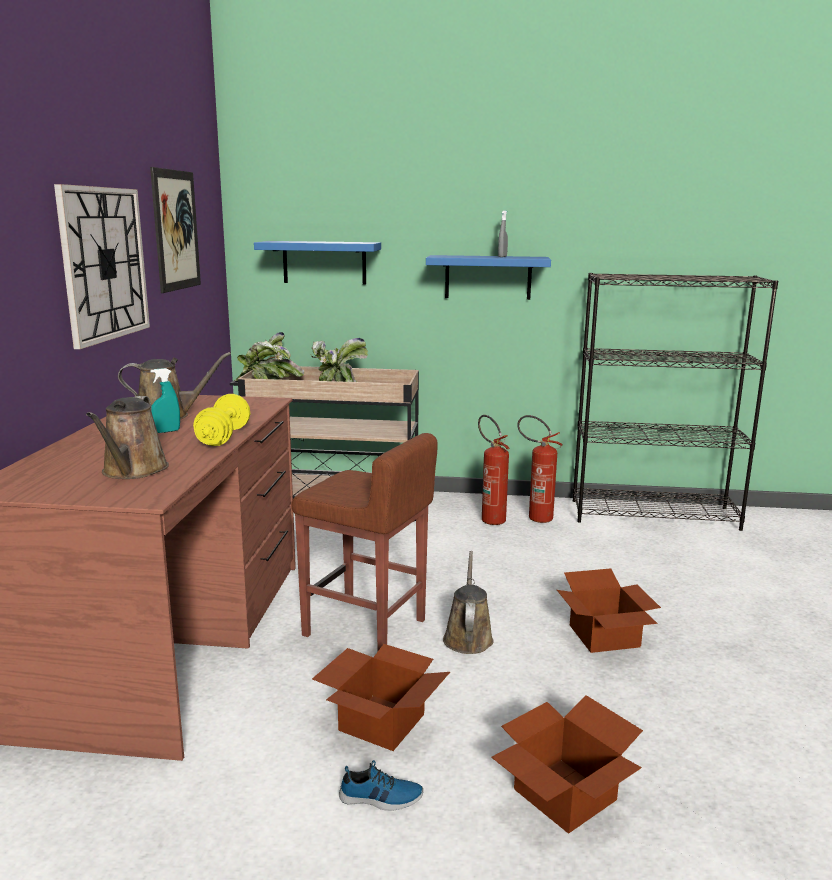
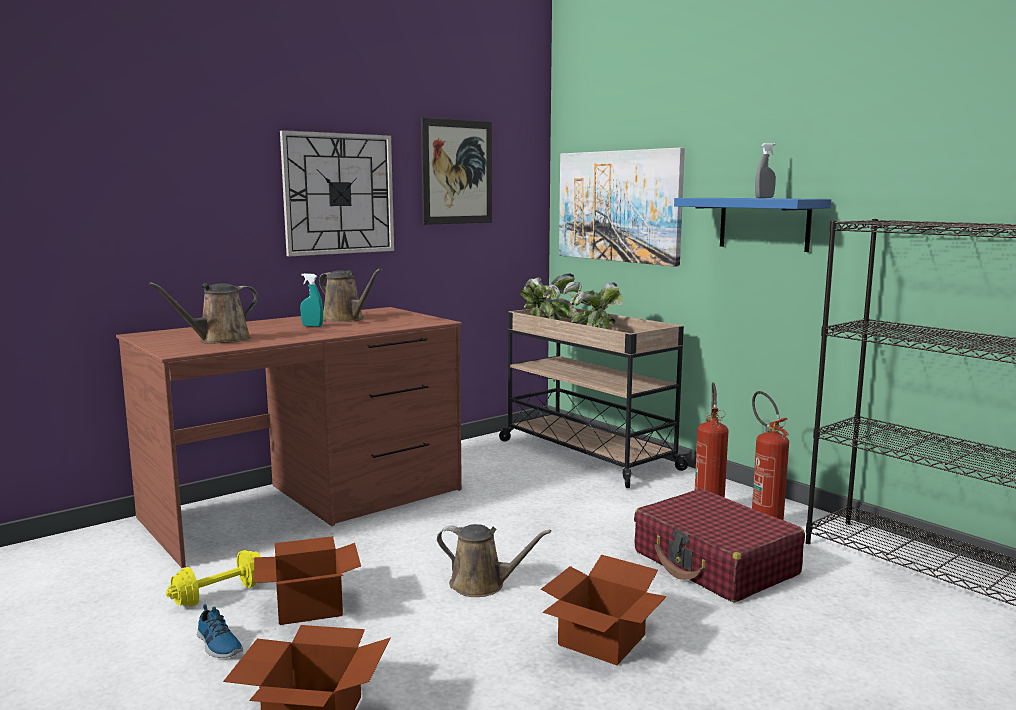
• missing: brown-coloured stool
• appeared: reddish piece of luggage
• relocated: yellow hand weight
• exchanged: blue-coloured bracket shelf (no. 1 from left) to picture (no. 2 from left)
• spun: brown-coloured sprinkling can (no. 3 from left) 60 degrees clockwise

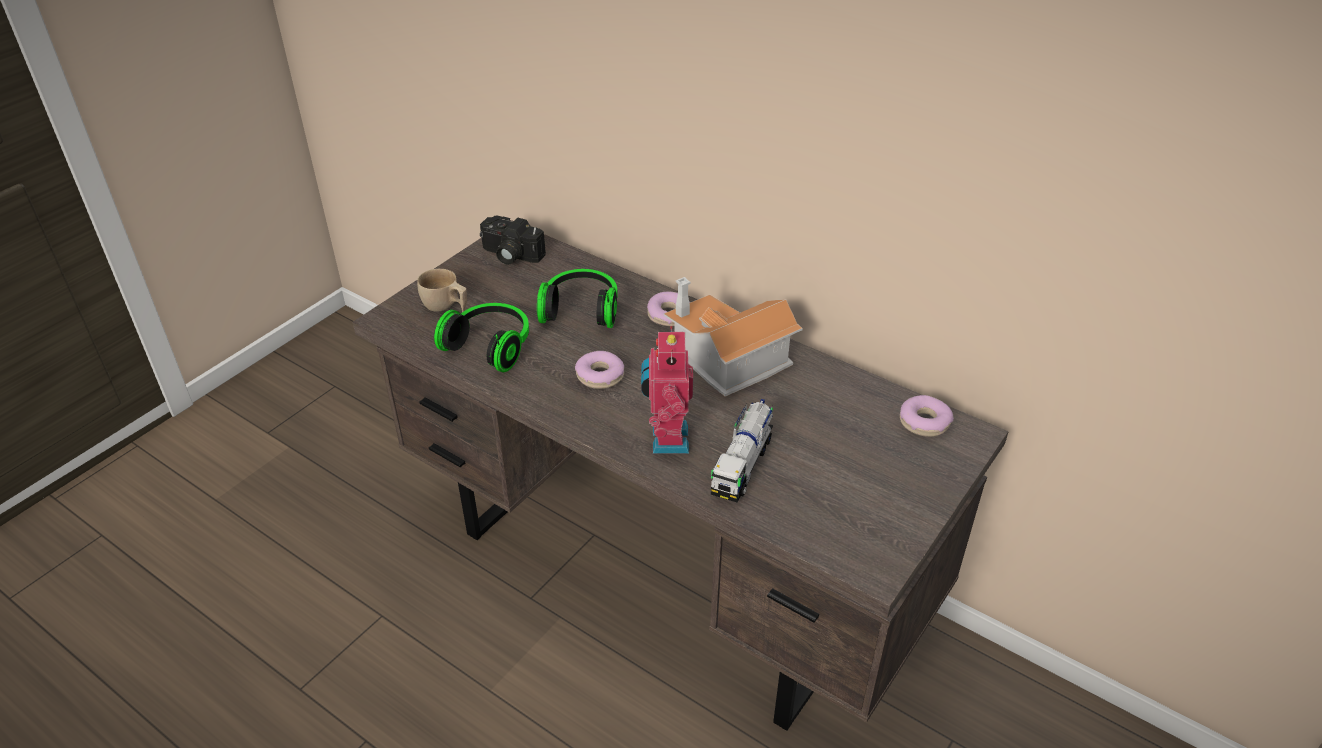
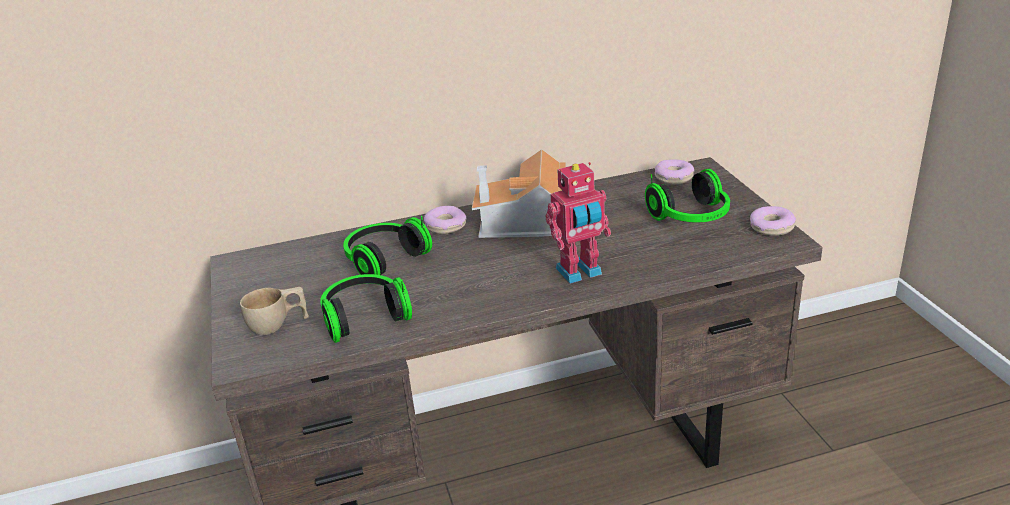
• missing: still camera
• missing: toy lorry
• appeared: pair of headphones (no. 3 from left)
• relocated: doughnut (no. 1 from left in the first image) to doughnut (no. 3 from left)
• spun: toy robot 60 degrees counterclockwise

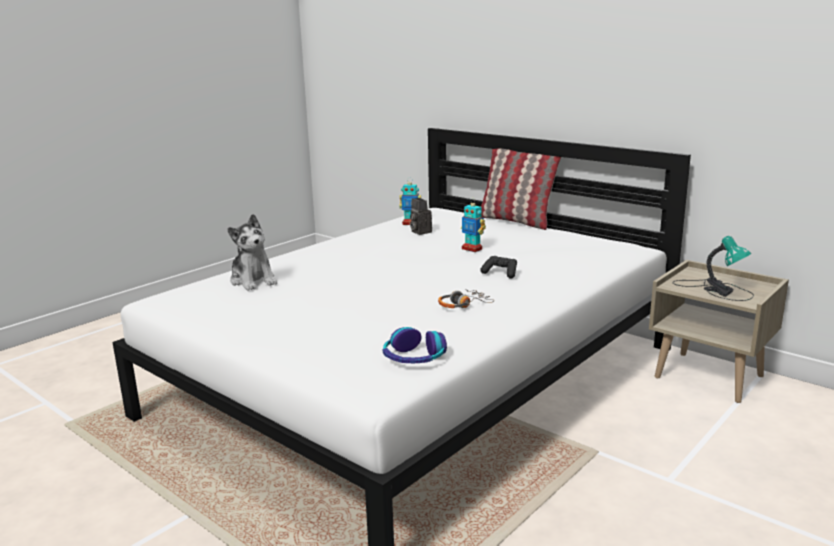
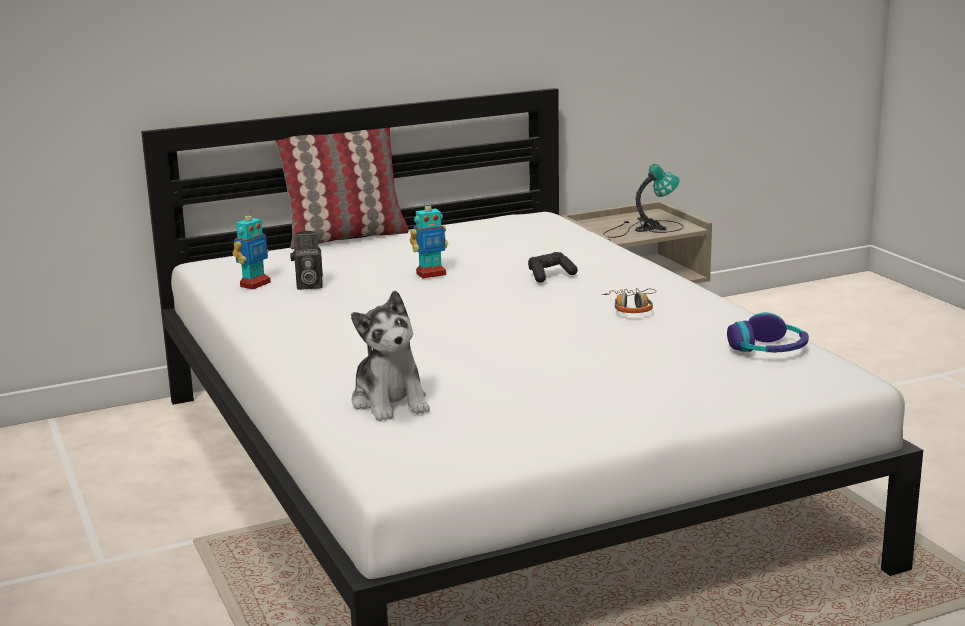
• spun: plush toy 75 degrees clockwise

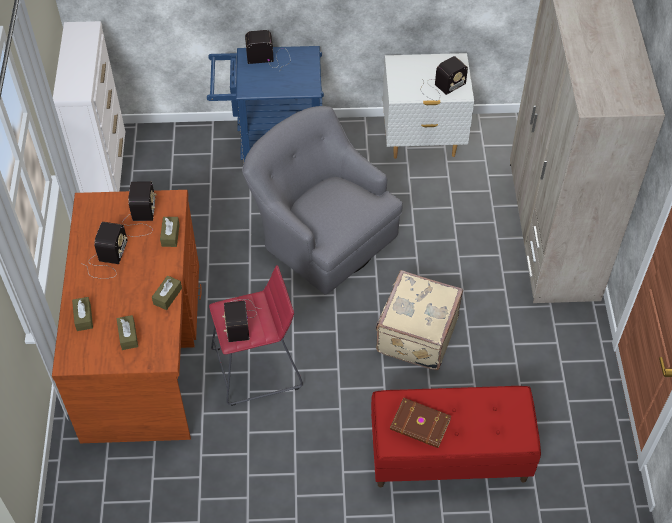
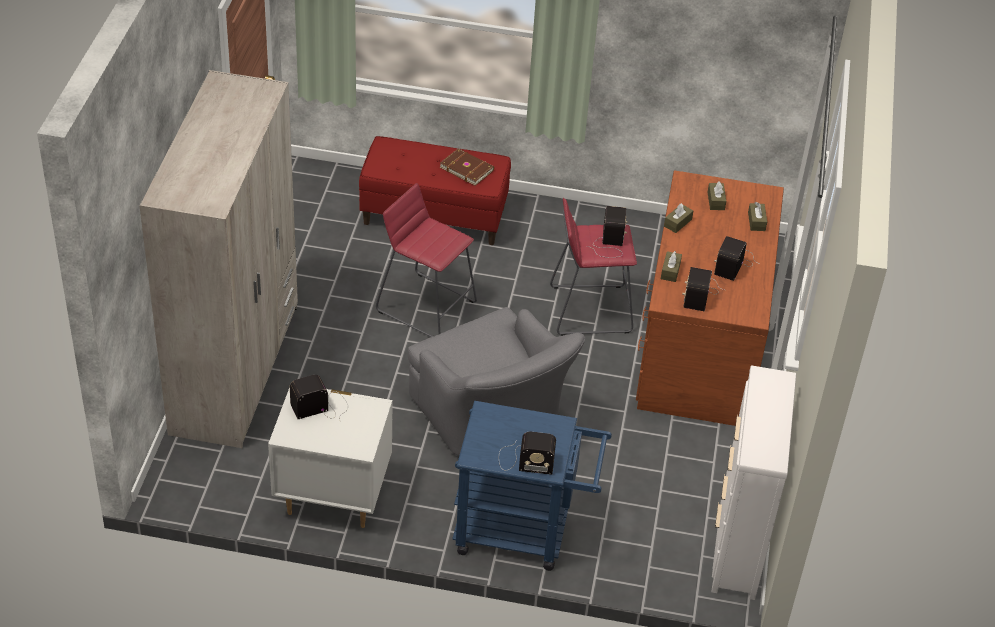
• exchanged: beige piece of luggage to reddish stool (no. 1 from left)

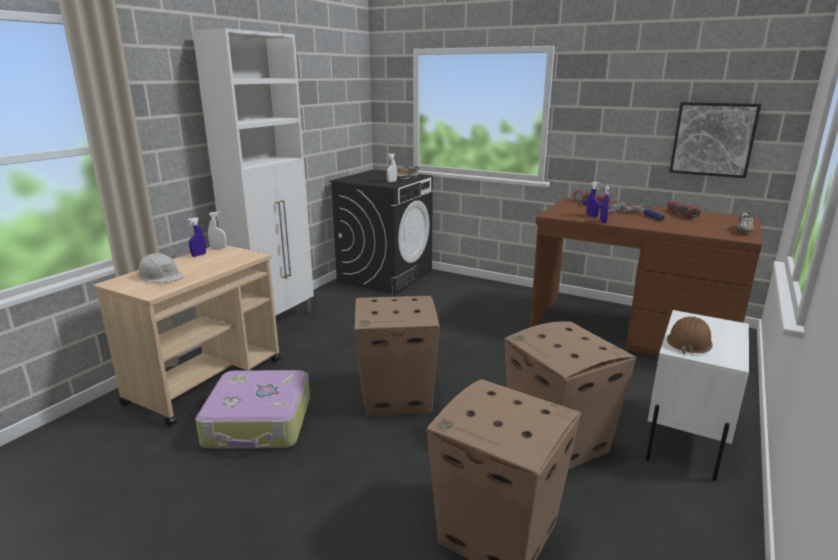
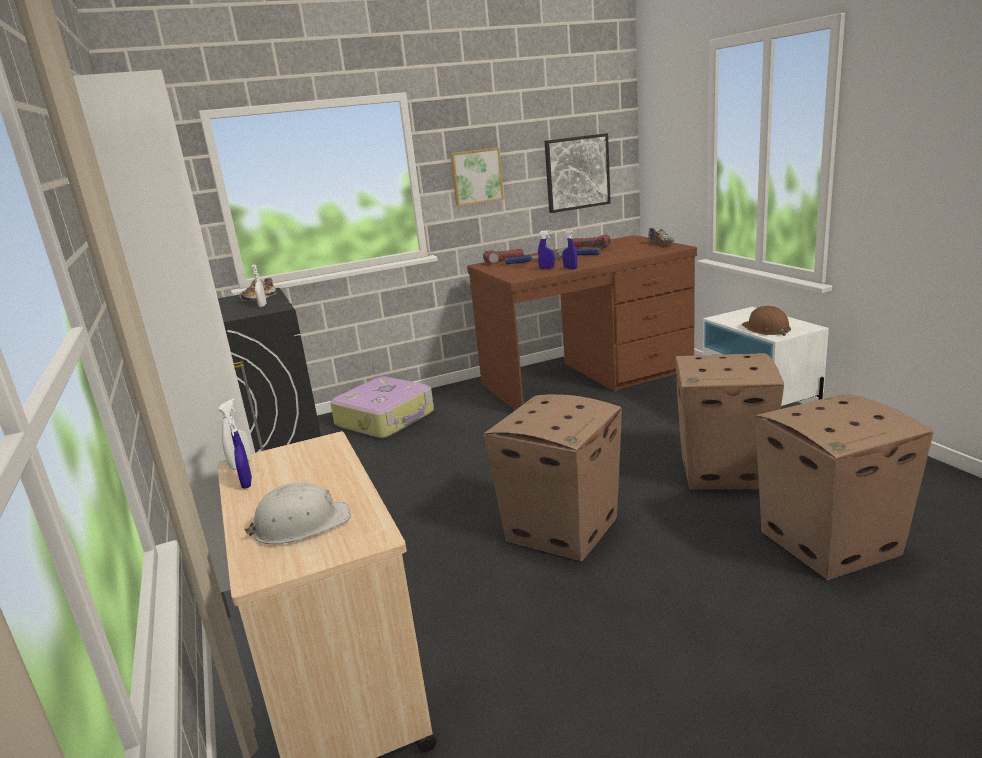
• appeared: picture (no. 1 from left)
• relocated: piece of luggage

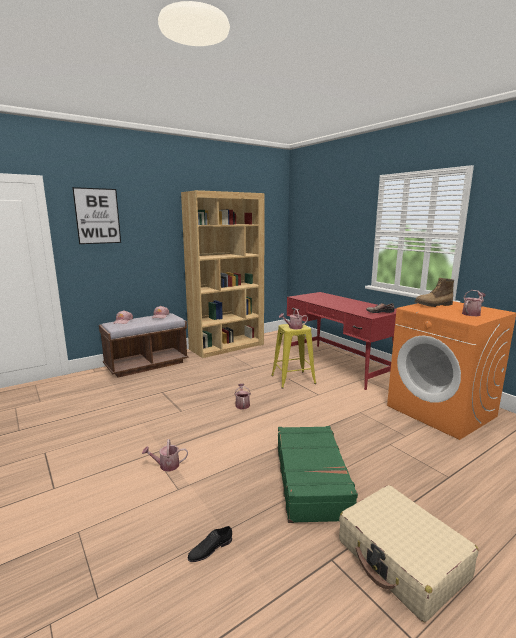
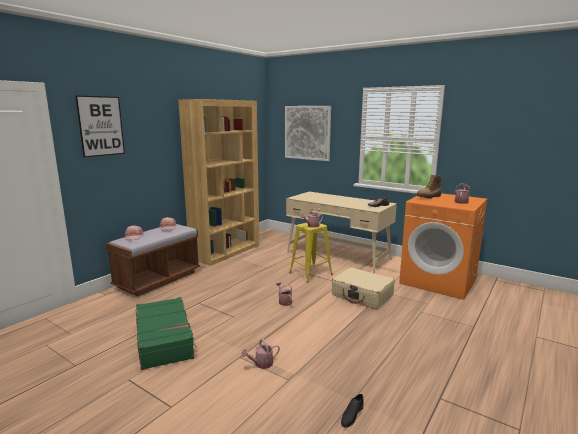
• appeared: picture (no. 2 from left)
• relocated: greenish piece of luggage
• relocated: beige piece of luggage
• colour: reddish desk to beige desk

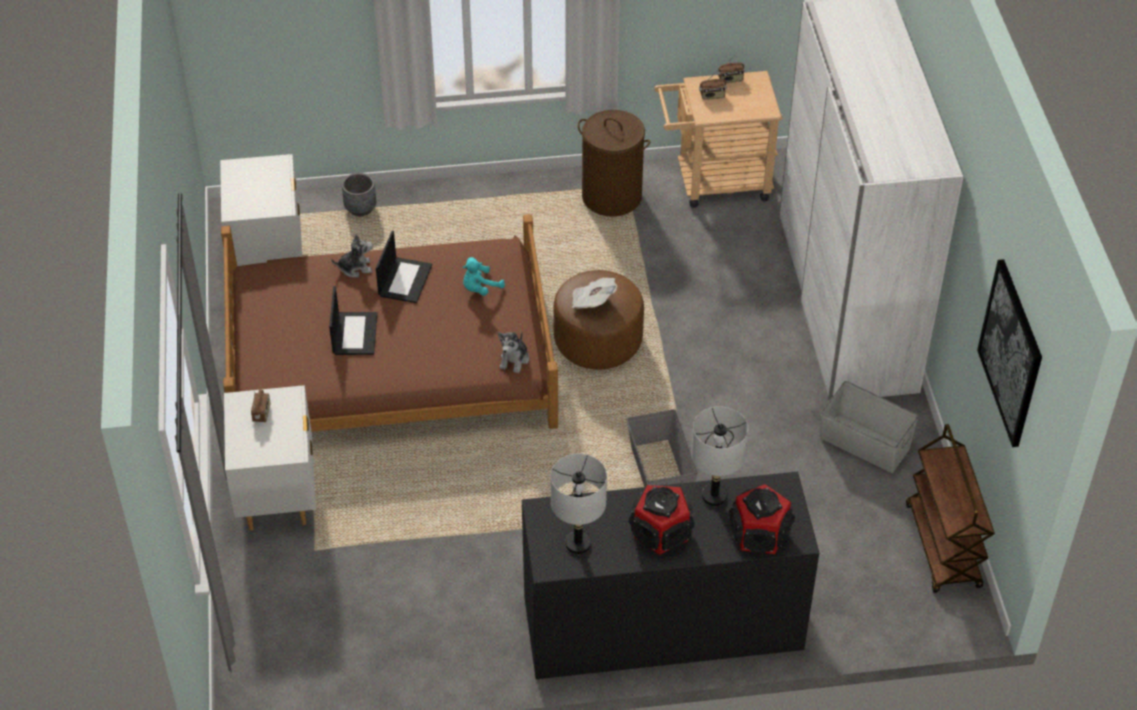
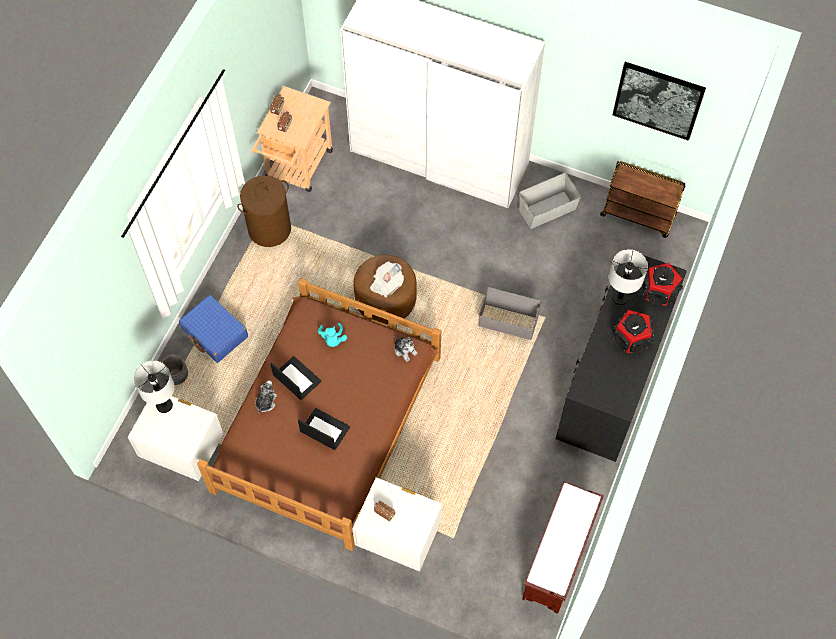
• appeared: blue-coloured piece of luggage
• appeared: brown-coloured bench
• relocated: gray tabletop lamp (no. 1 from left)

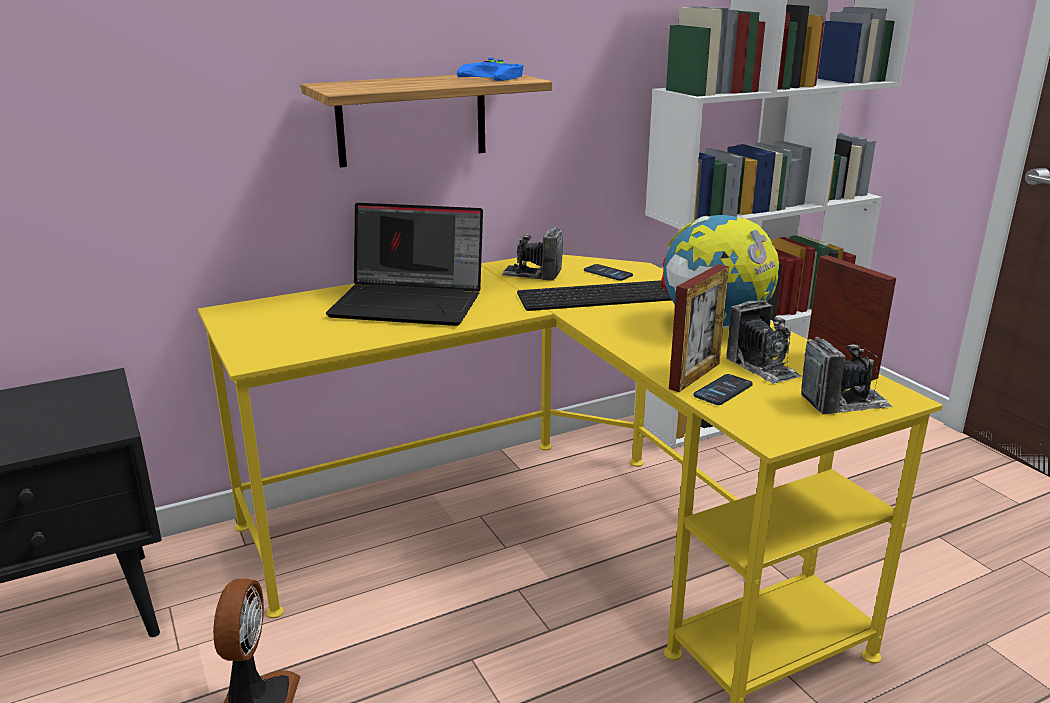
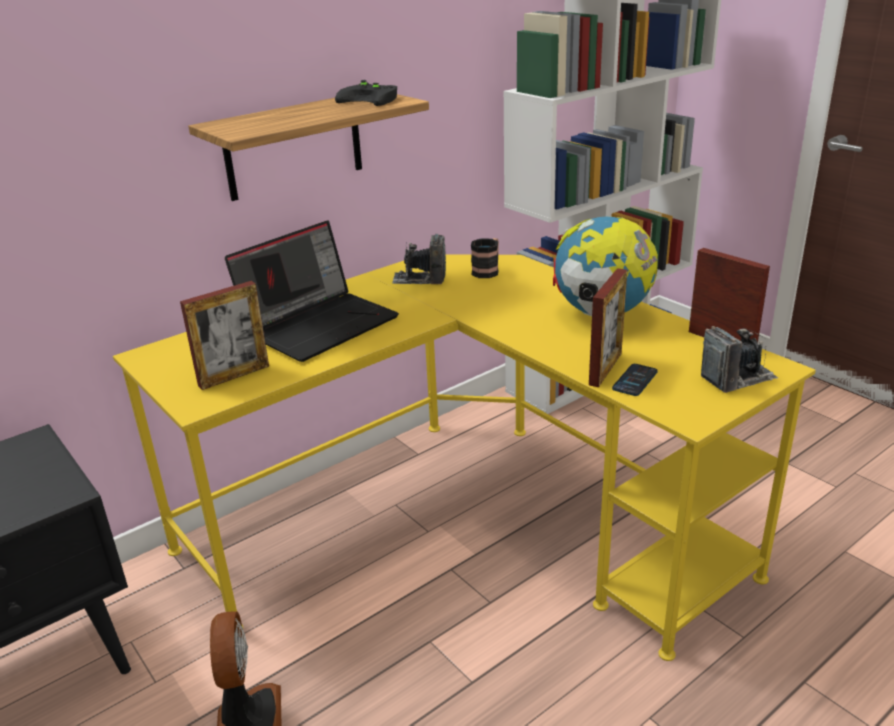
• missing: computer keyboard
• missing: still camera (no. 2 from left)
• appeared: standing frame (no. 1 from left)
• exchanged: handset (no. 1 from left) to coffee mug
• colour: blue-coloured game controller to black game controller
• spun: laptop 45 degrees counterclockwise

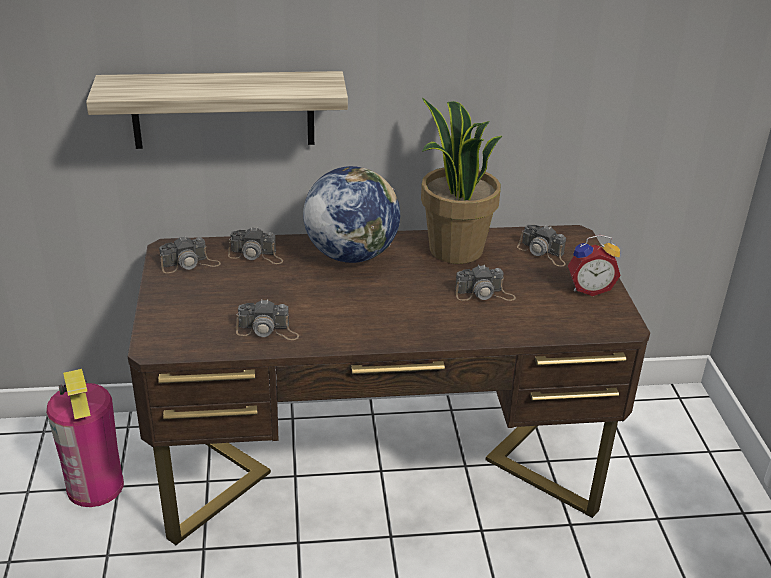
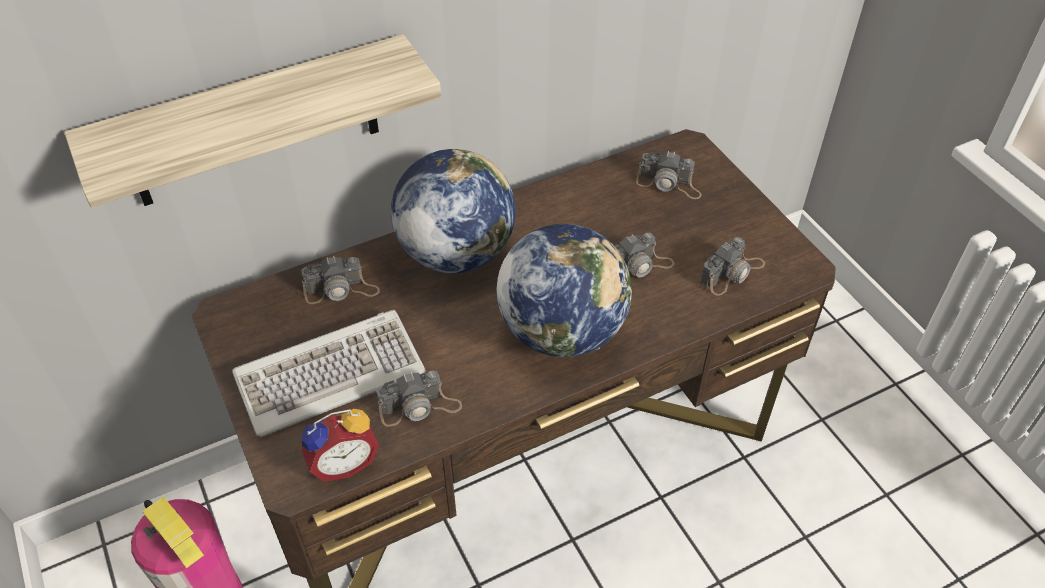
• missing: potted plant
• appeared: computer keyboard
• appeared: world globe (no. 2 from left)
• relocated: still camera (no. 1 from left in the first image) to still camera (no. 5 from left)
• relocated: table clock

